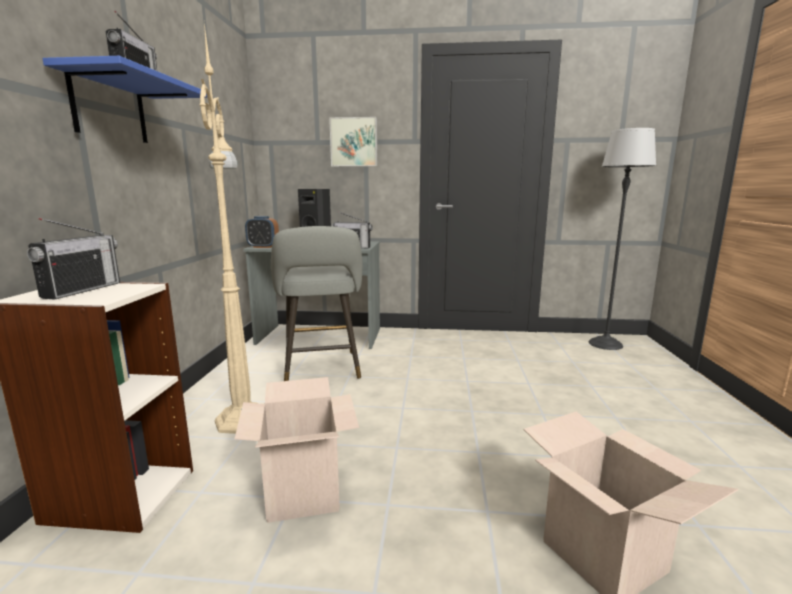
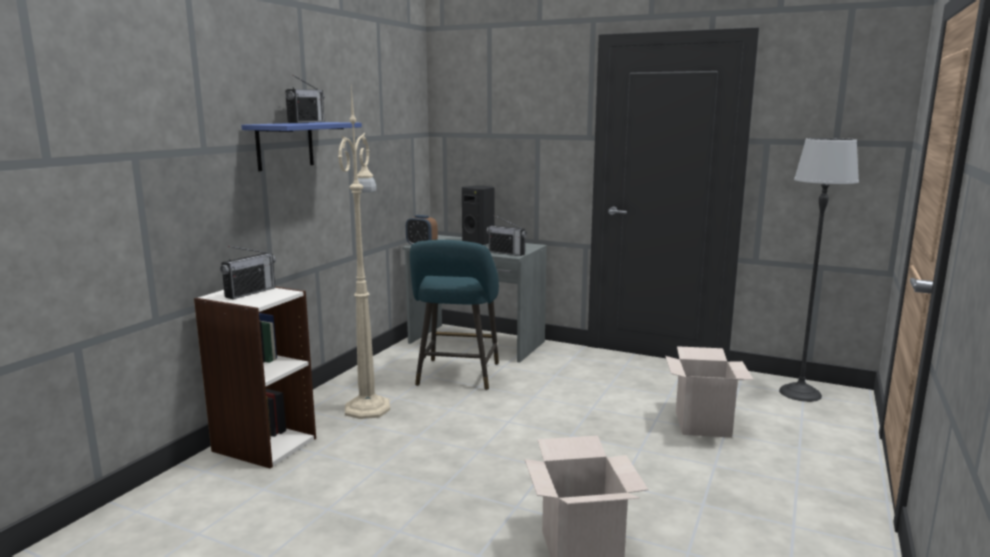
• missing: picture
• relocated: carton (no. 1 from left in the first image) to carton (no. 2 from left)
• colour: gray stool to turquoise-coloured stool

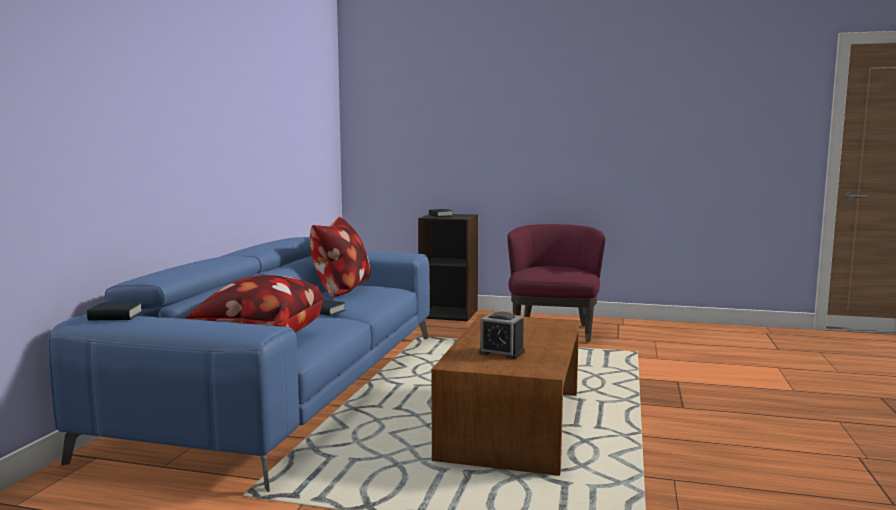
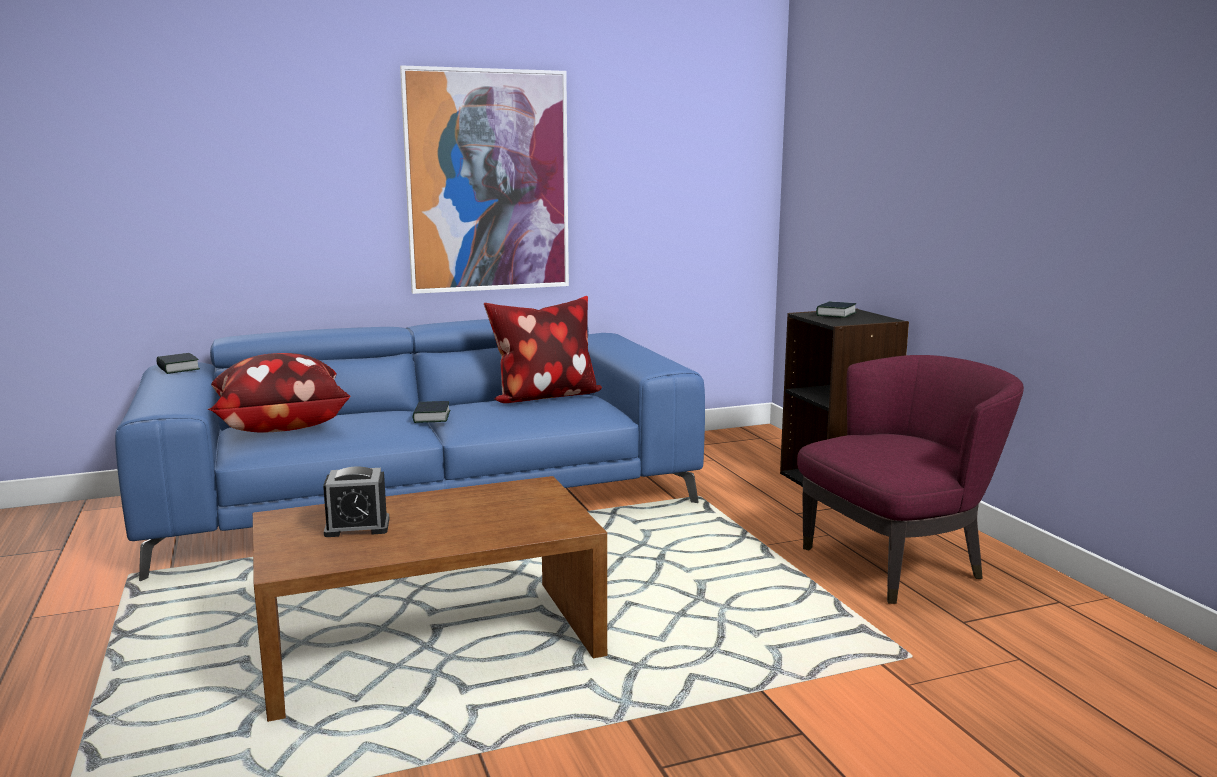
• appeared: picture
• spun: table clock 90 degrees counterclockwise

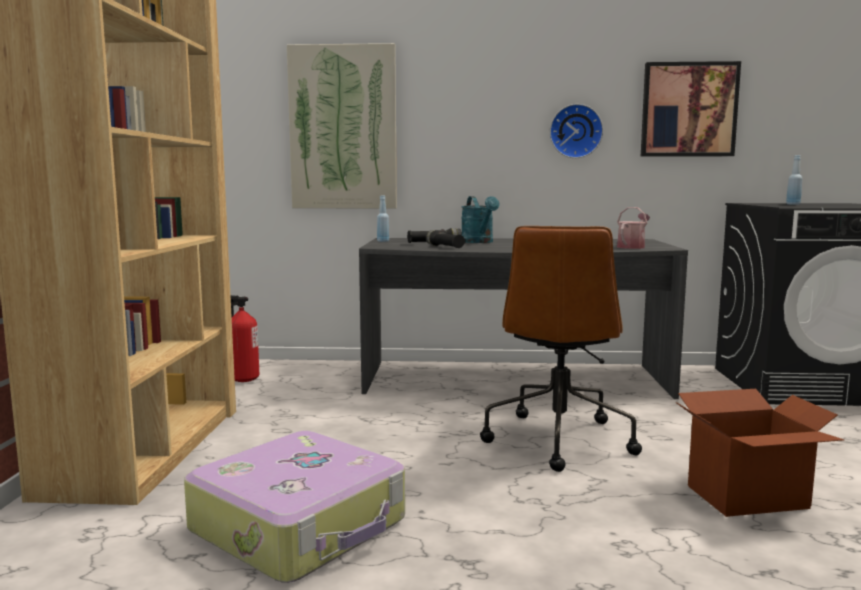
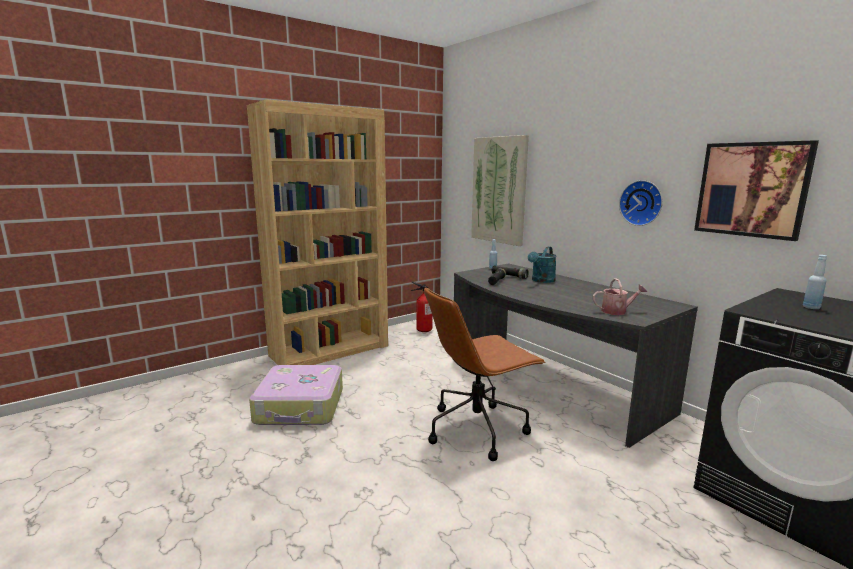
• missing: carton

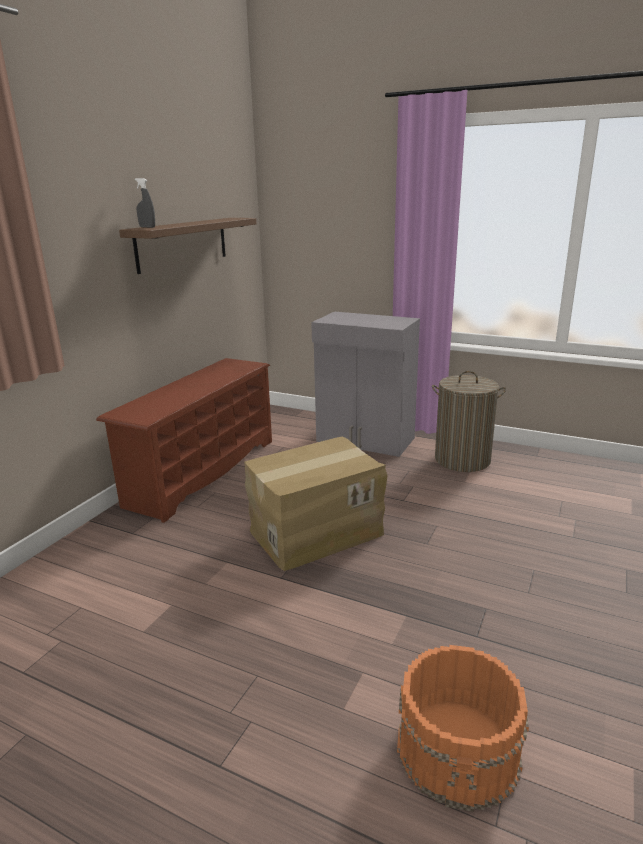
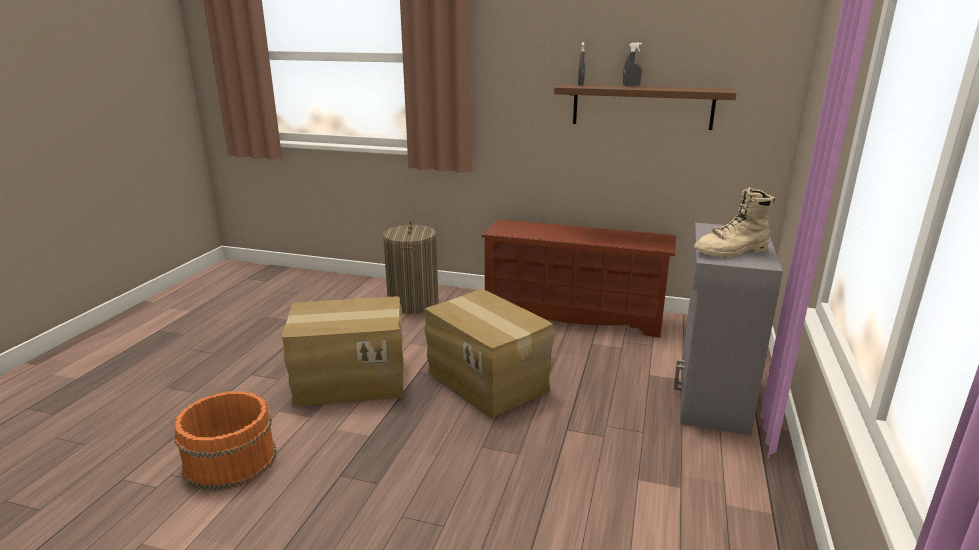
• appeared: carton (no. 1 from left)
• appeared: gray sprayer (no. 2 from left)
• appeared: beige high-top boot
• relocated: laundry basket

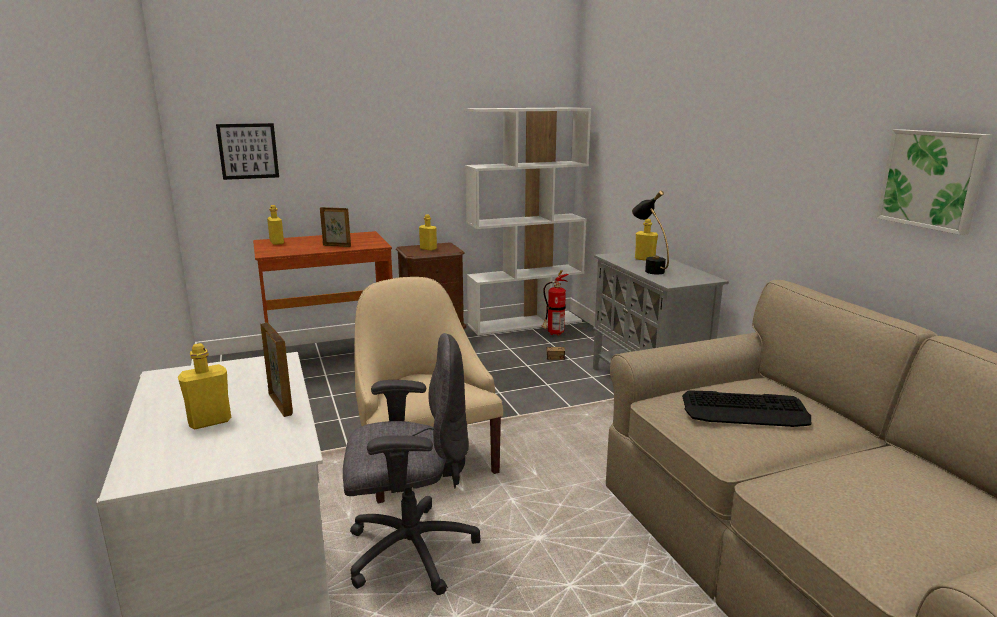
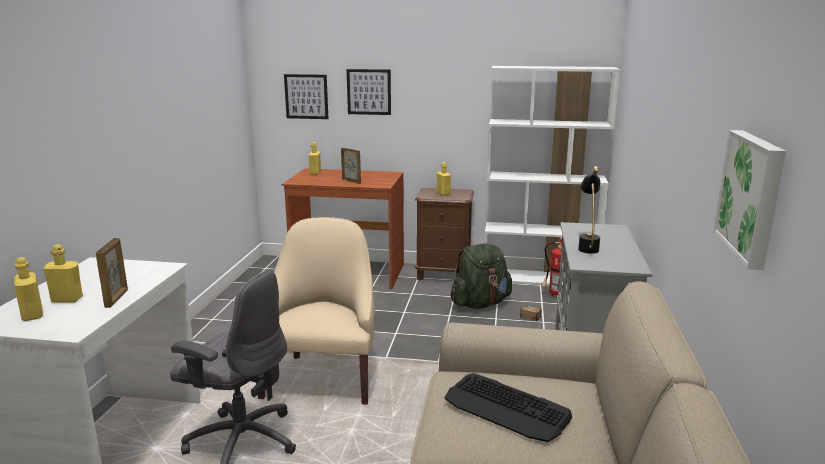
• appeared: picture (no. 2 from left)
• appeared: greenish rucksack
• relocated: yellow bottle (no. 4 from left in the first image) to yellow bottle (no. 1 from left)

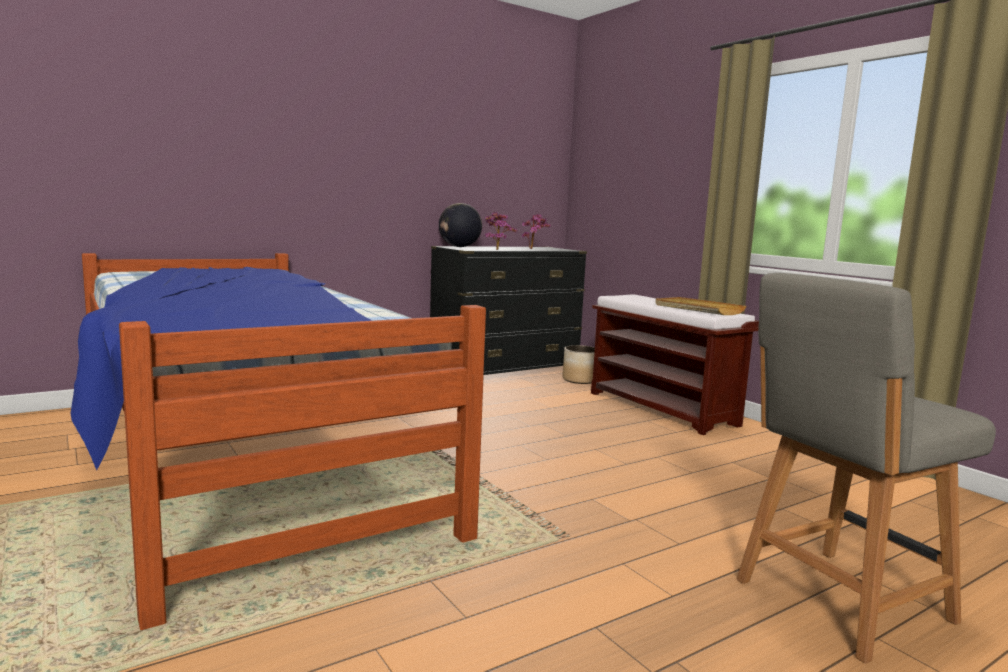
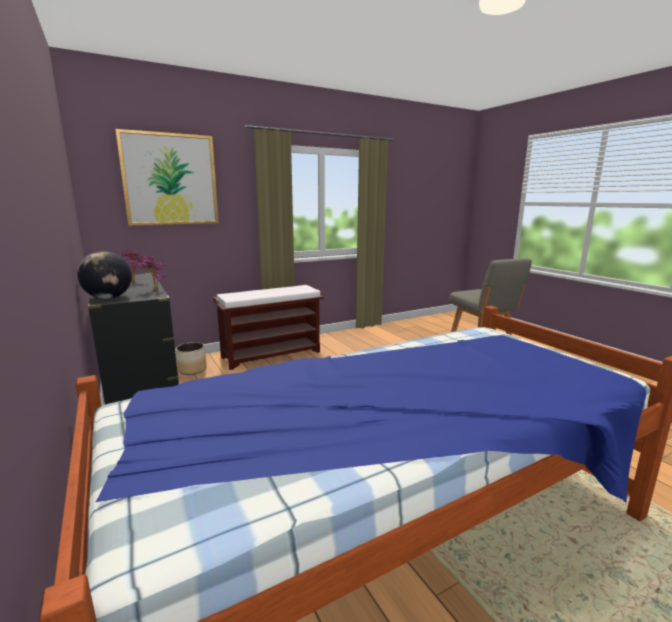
• missing: beige serving tray
• appeared: picture

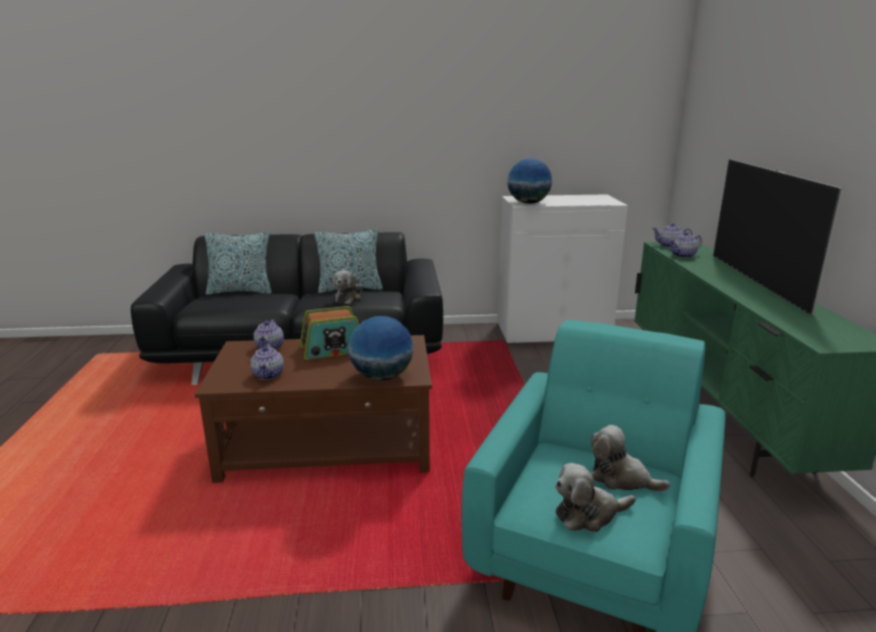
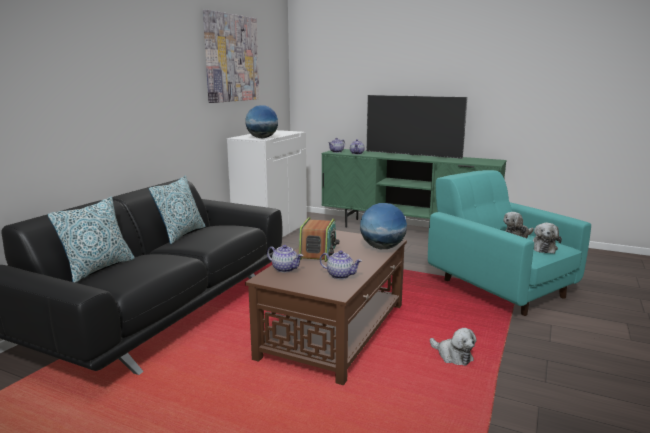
• appeared: picture
• relocated: plush toy (no. 1 from left)

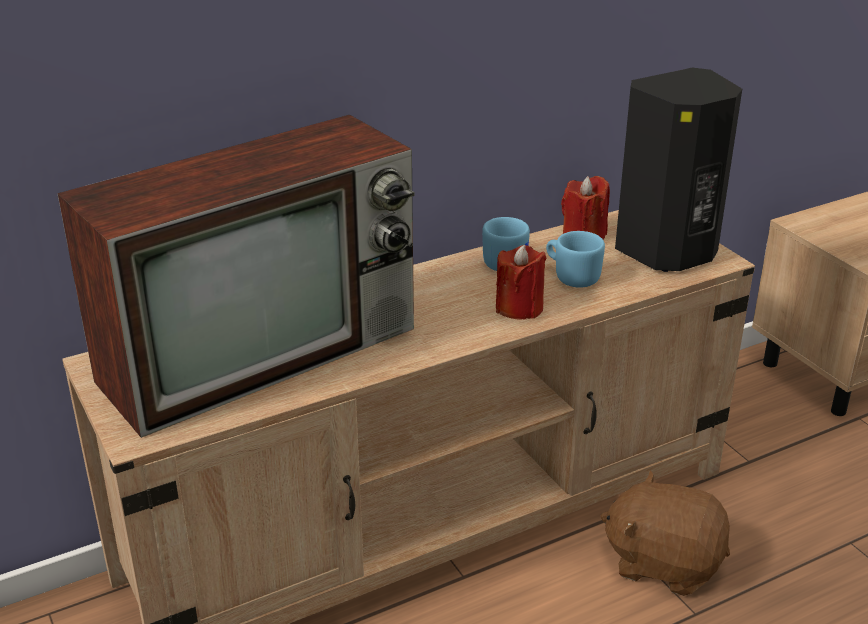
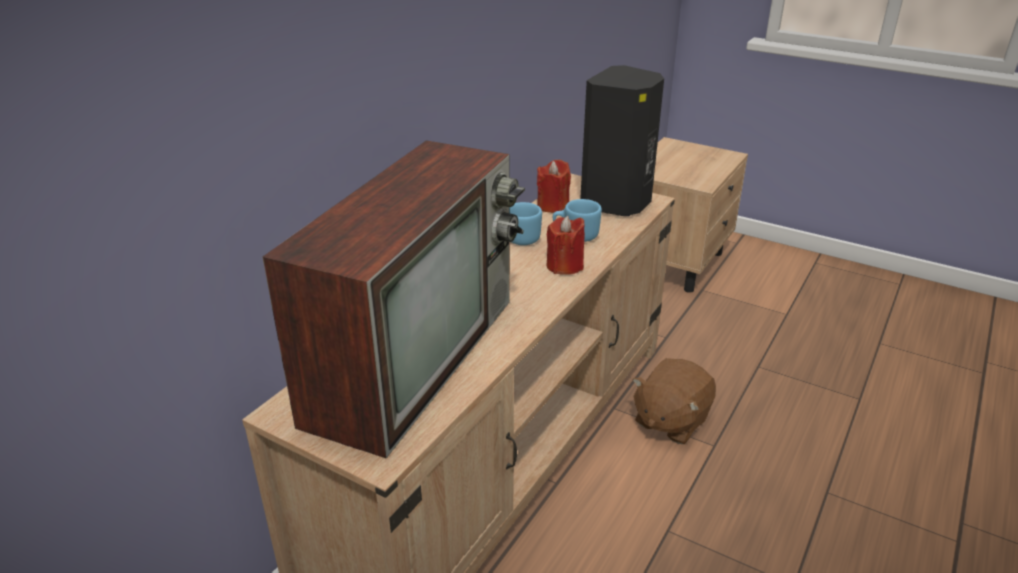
• spun: brown-coloured plush toy 45 degrees counterclockwise

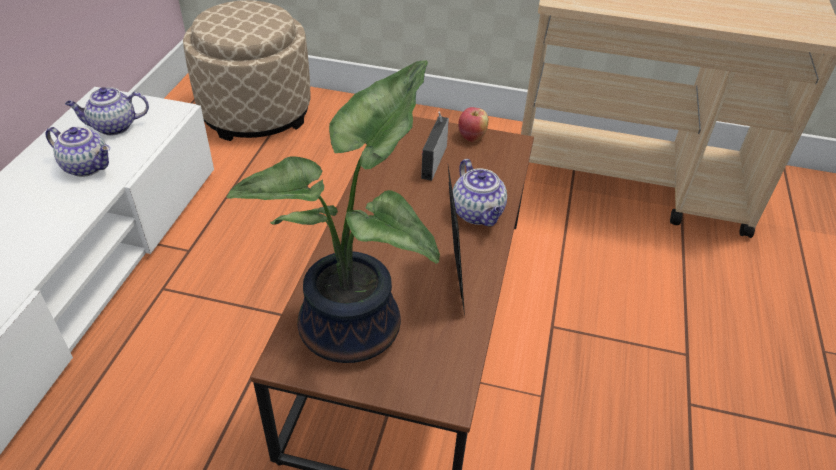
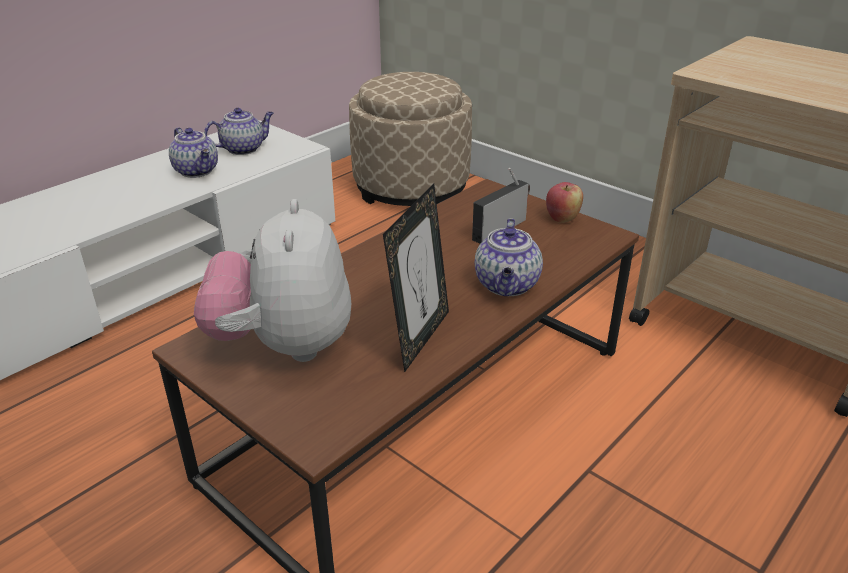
• exchanged: potted plant to plush toy
• spun: tea pot (no. 2 from left) 135 degrees clockwise

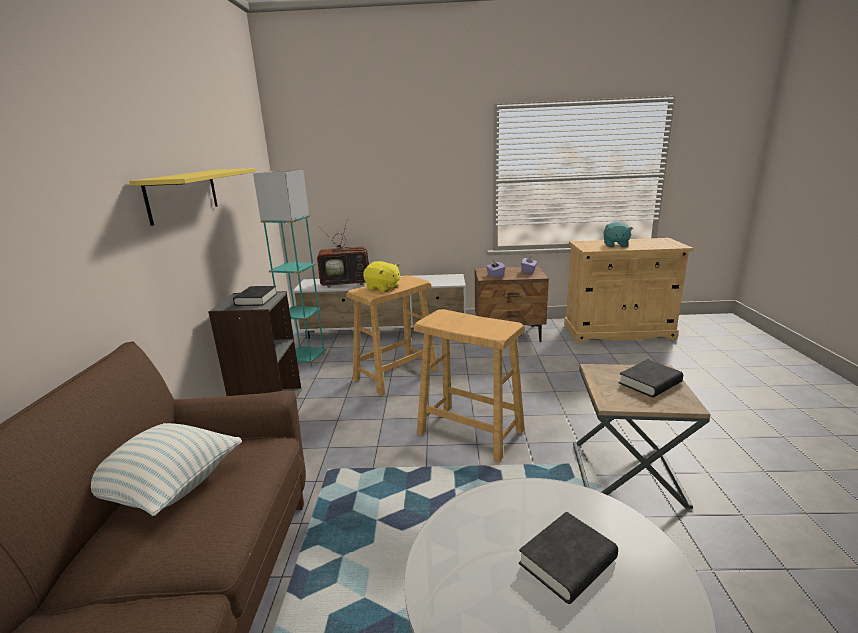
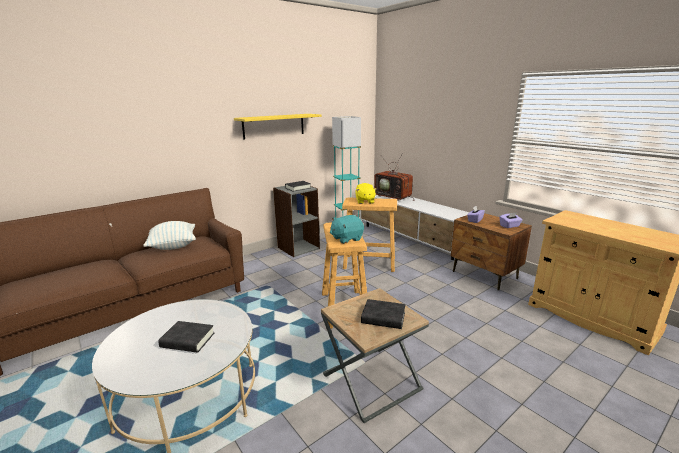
• relocated: turquoise-coloured plush toy

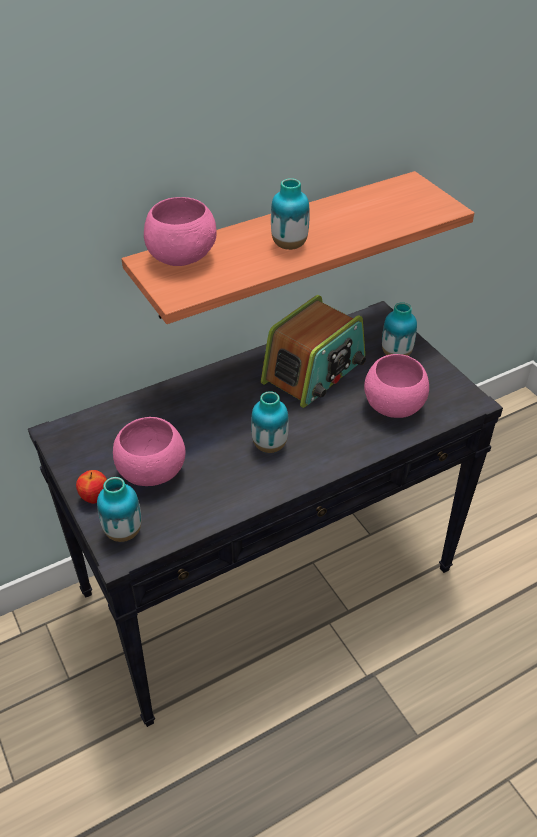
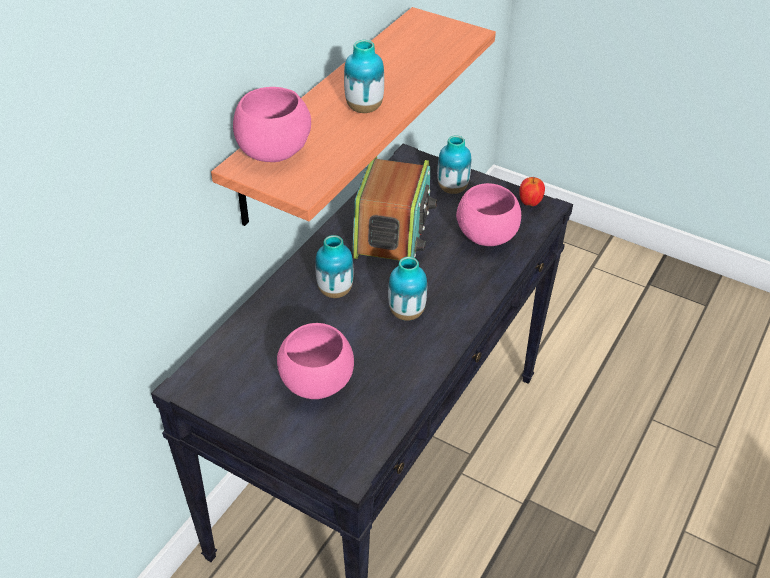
• relocated: whole apple
• relocated: decorative vase (no. 1 from left)

